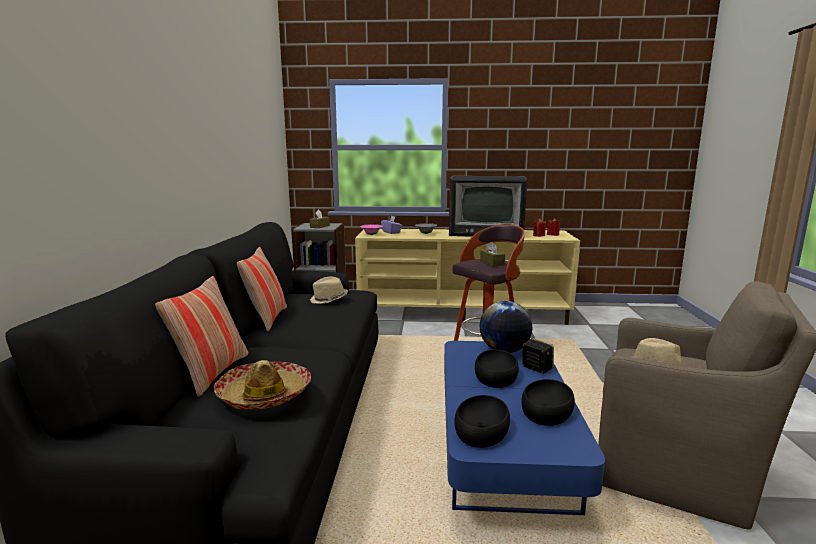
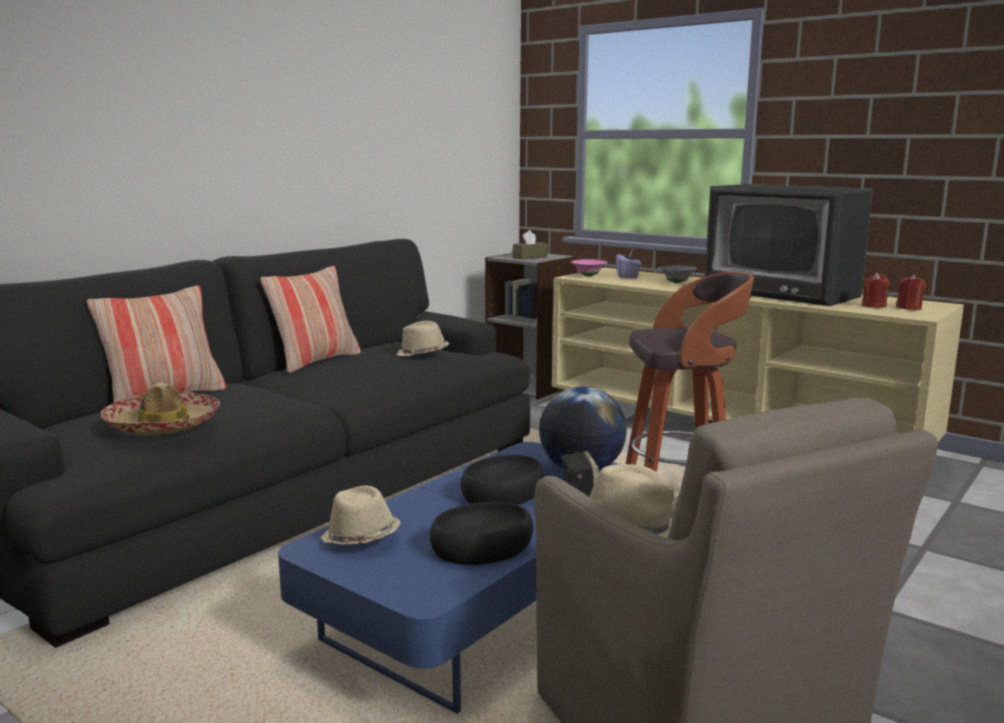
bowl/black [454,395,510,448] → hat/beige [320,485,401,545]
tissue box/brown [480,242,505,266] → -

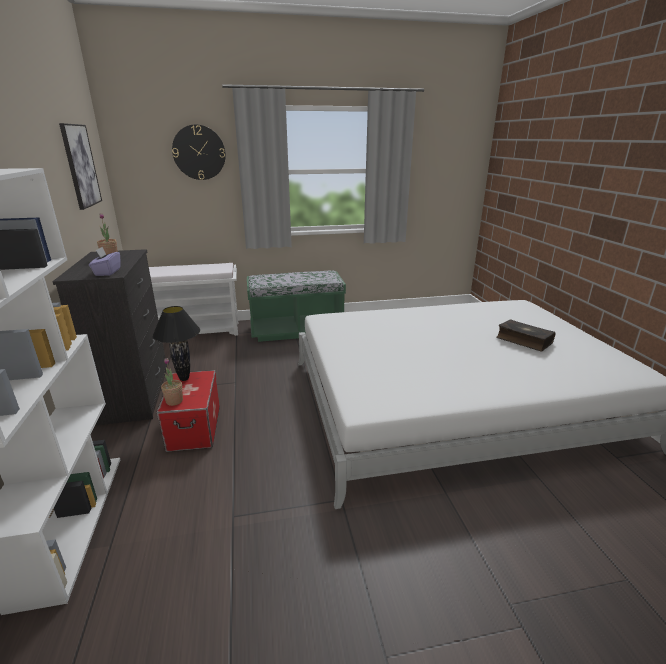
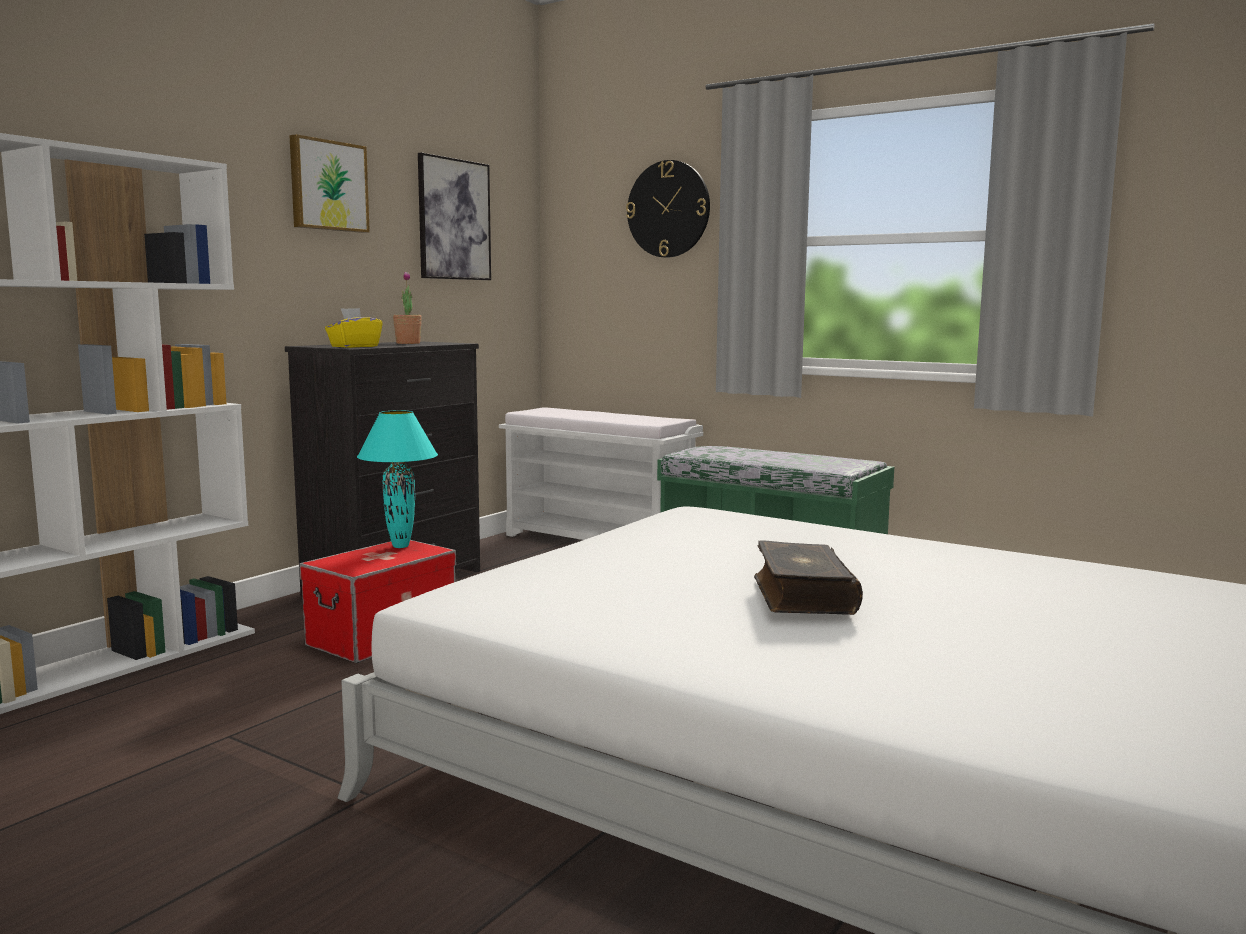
- → picture [289,134,370,233]
tissue box/purple [89,247,121,276] → tissue box/yellow [325,308,383,348]
table lamp/black [152,306,200,381] → table lamp/turquoise [357,410,438,548]
book [496,319,555,351] → book [754,540,863,615], relocated
potted plant [161,358,183,406] → -

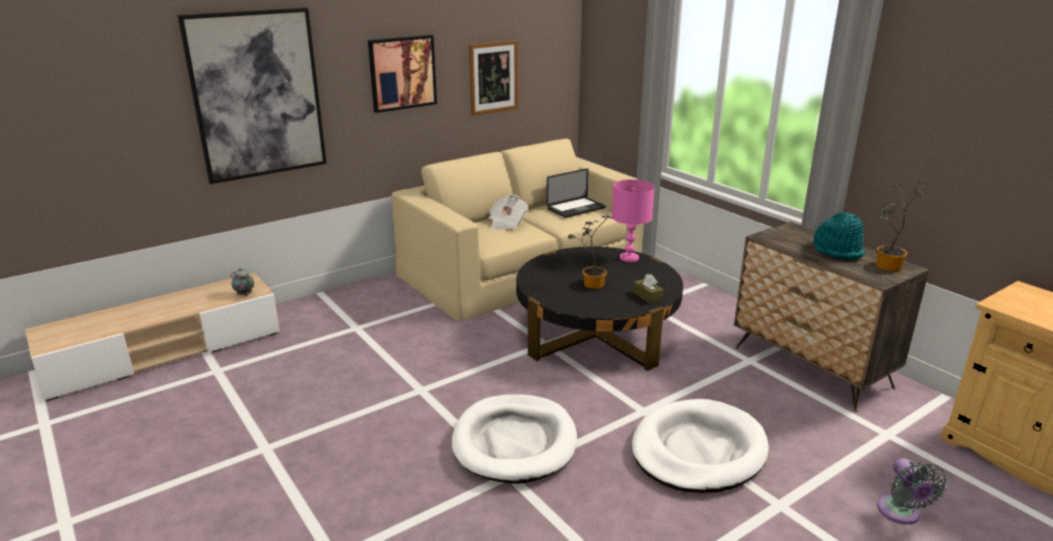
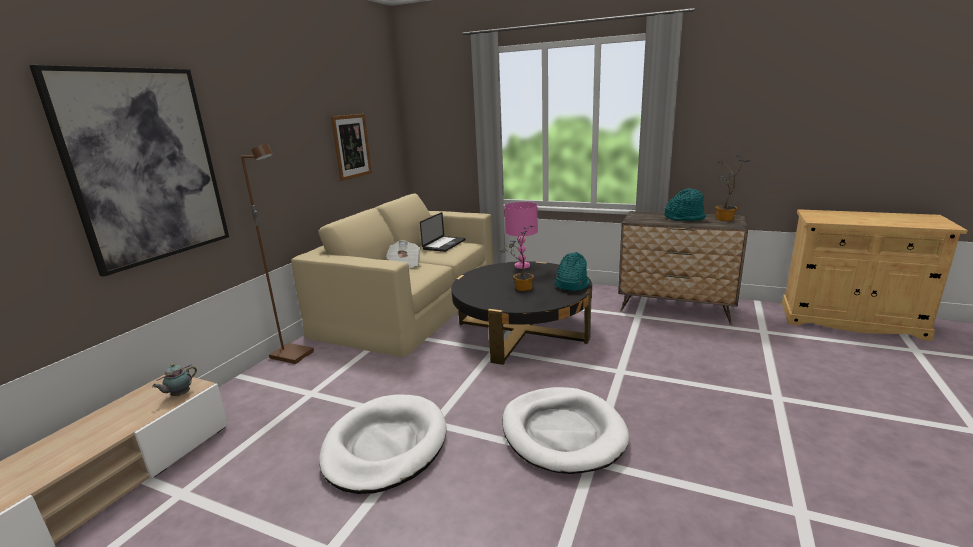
teapot [230,268,254,296] → teapot [152,364,197,396], 60 degrees counterclockwise
- → floor lamp/brown [241,144,314,364]
dog bed/white [632,399,769,493] → dog bed/white [319,395,446,494], relocated
tissue box/brown [633,274,664,304] → hat/turquoise [555,252,589,291]
picture [368,35,437,113] → -
fan/grey [877,458,947,524] → -

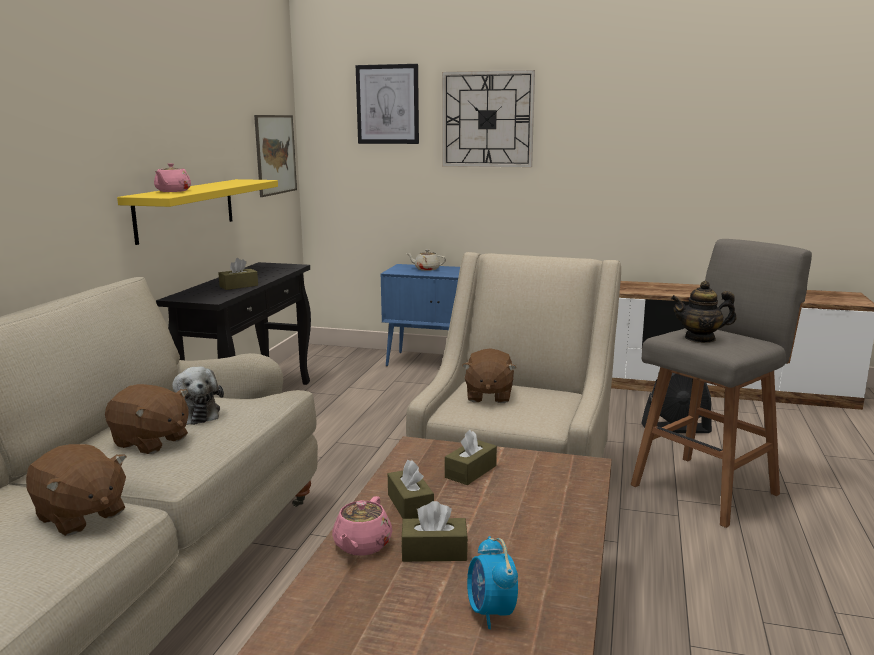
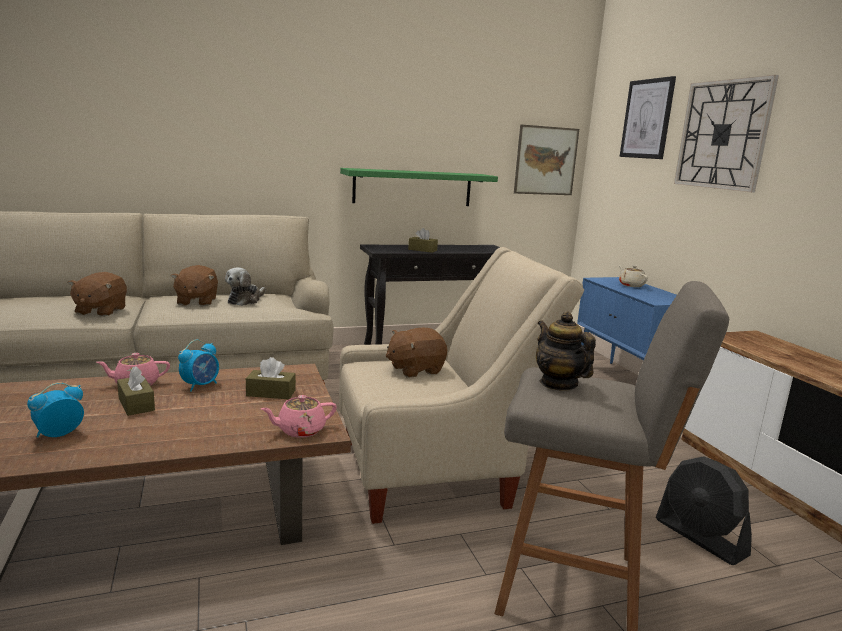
tissue box/brown [388,460,434,519] → alarm clock [178,340,219,392]
teapot/pink [154,163,191,192] → teapot/pink [261,395,337,438], relocated
shelf/yellow [117,179,278,245] → shelf/green [340,168,498,206]

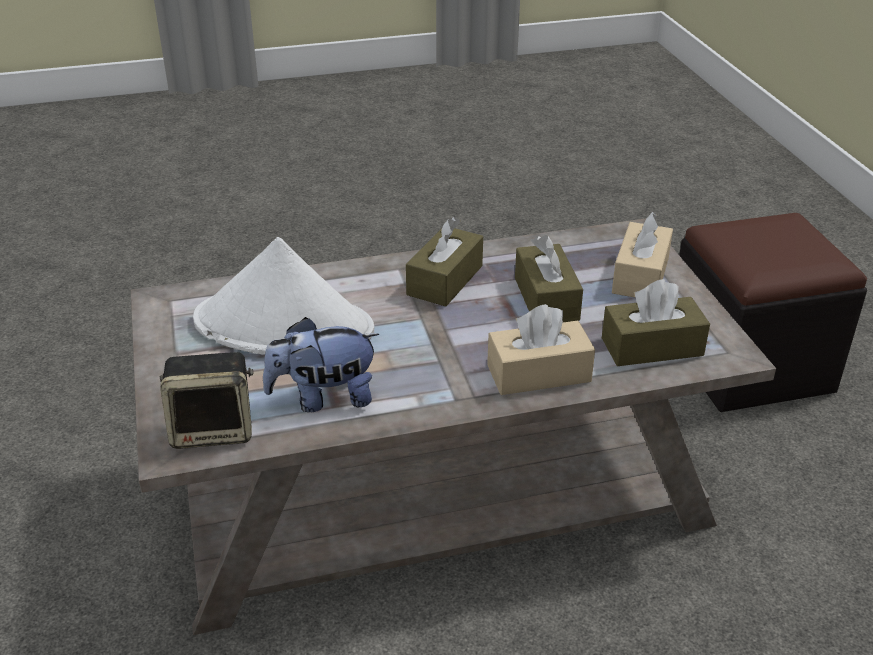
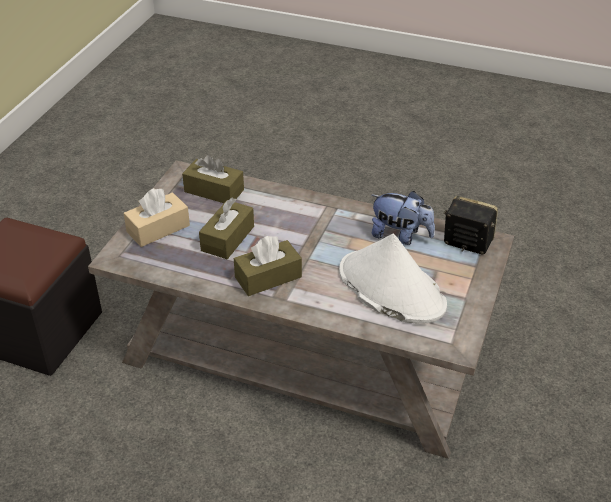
tissue box/beige [487,304,595,395] → -

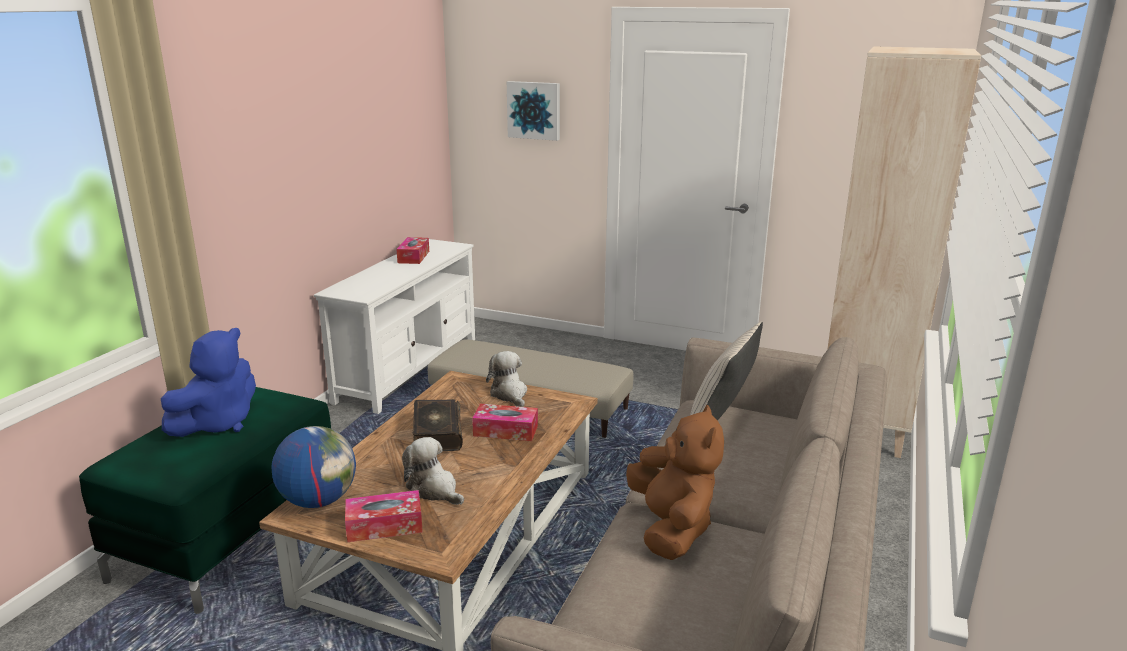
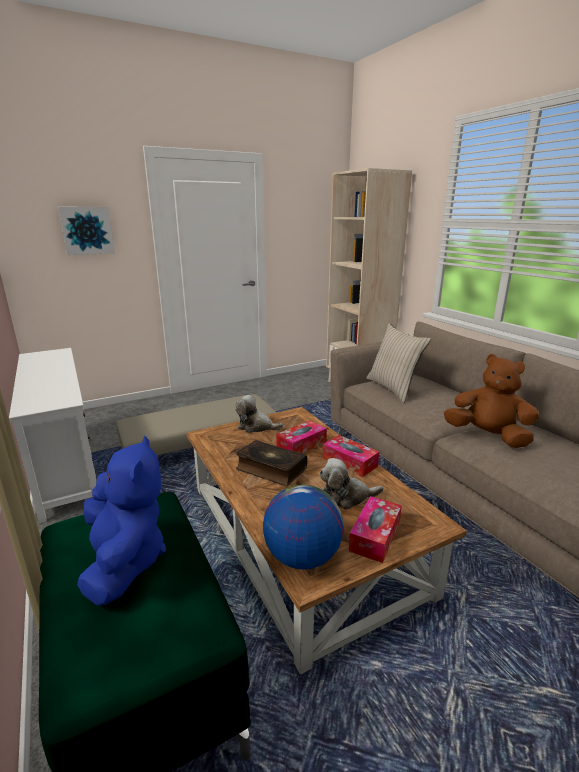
tissue box [396,237,429,264] → tissue box [323,435,379,477], relocated

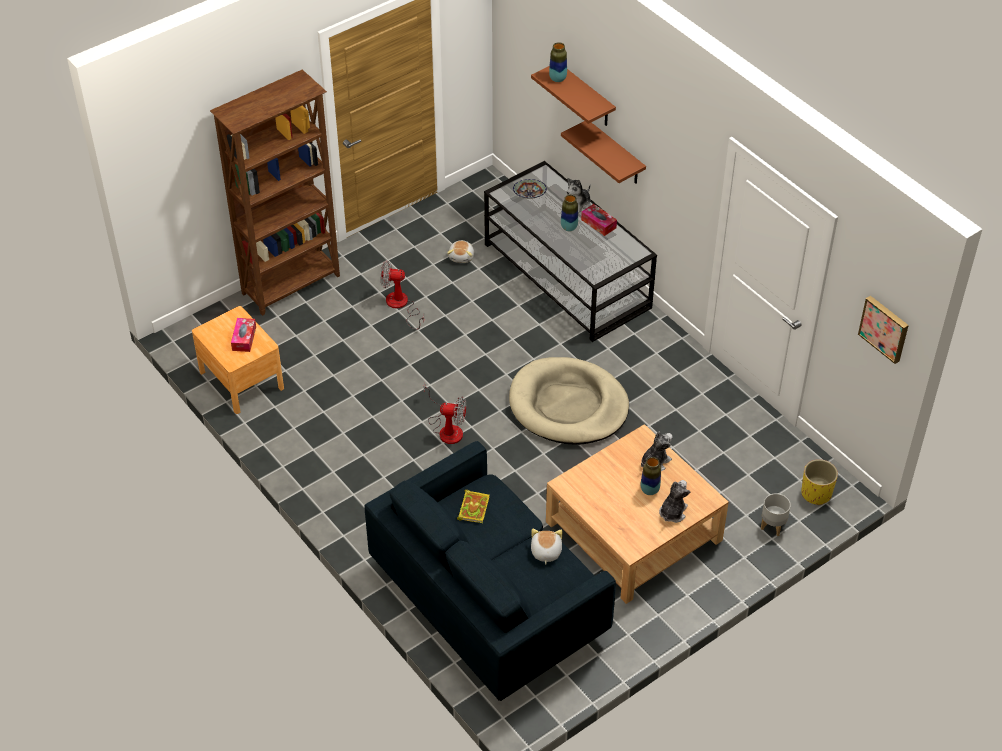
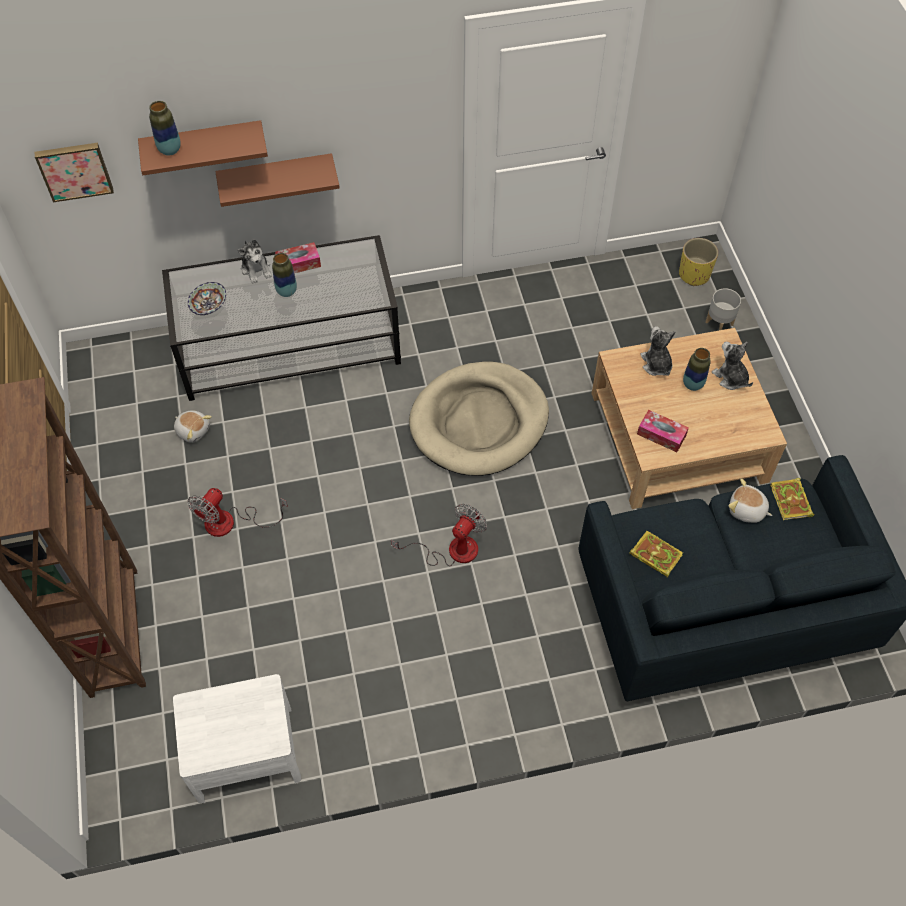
picture [858,296,909,364] → picture [35,143,114,203], relocated
nightstand/brown [192,306,284,414] → nightstand/white [173,674,301,803]
tissue box [231,318,256,352] → tissue box [637,410,689,452], relocated
- → book [770,478,815,520]

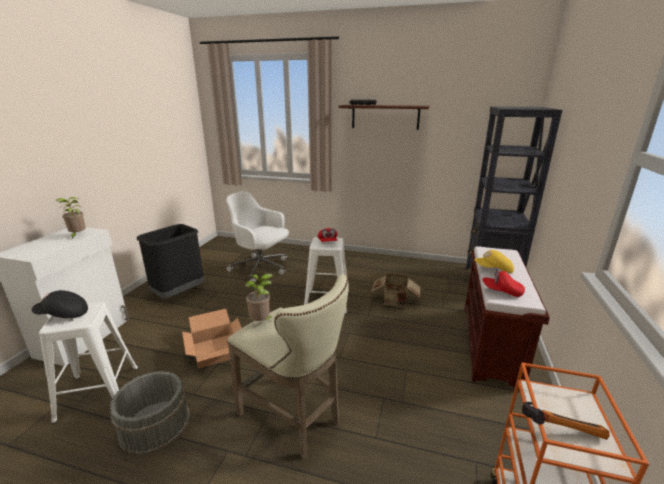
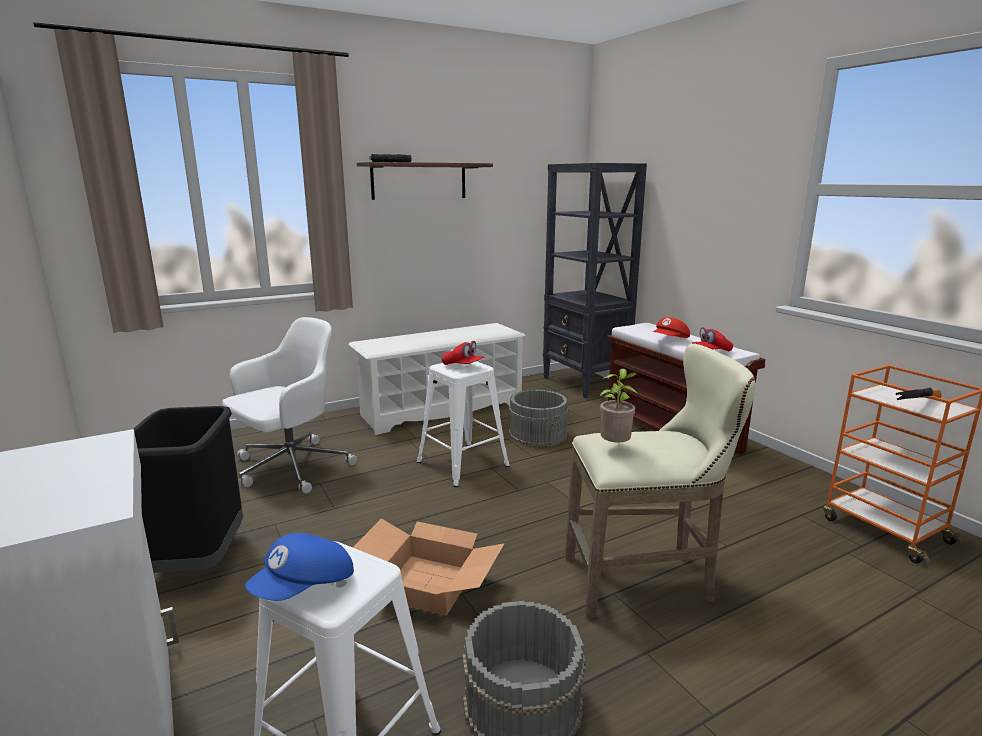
office chair/white [226,191,289,283] → office chair/white [222,317,357,494], 150 degrees clockwise
cap/black [32,290,88,318] → cap/blue [245,533,354,601]
- → shoe rack/white [348,323,526,435]
cardboard box [371,272,421,308] → bucket/grey [508,389,569,447]
cap/yellow [475,250,514,273] → cap/red [653,317,690,338]
potted plant [56,197,86,239] → -

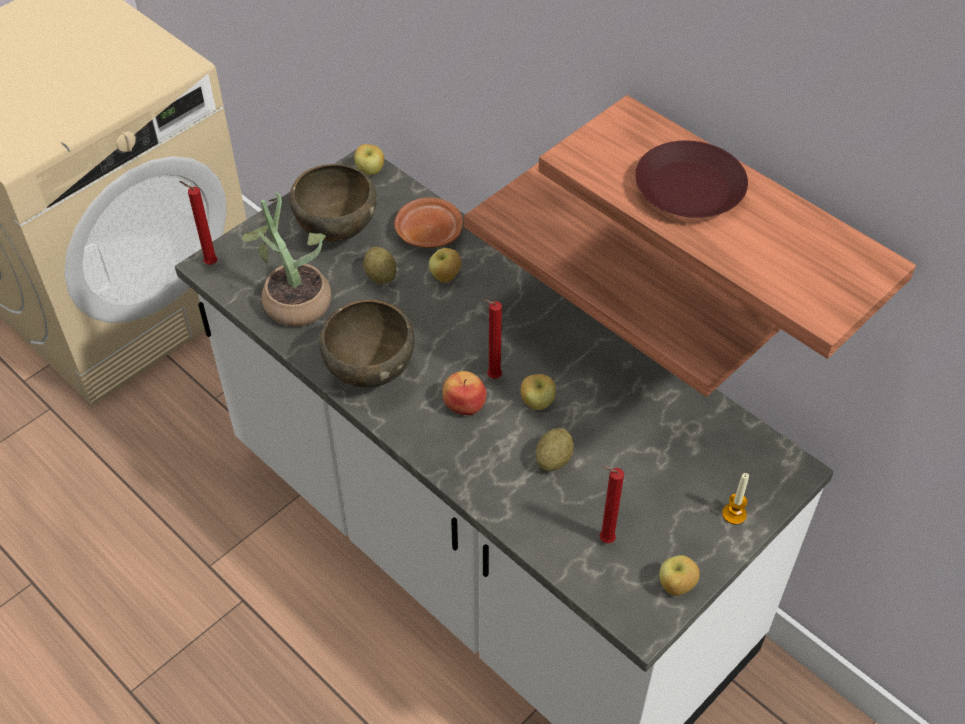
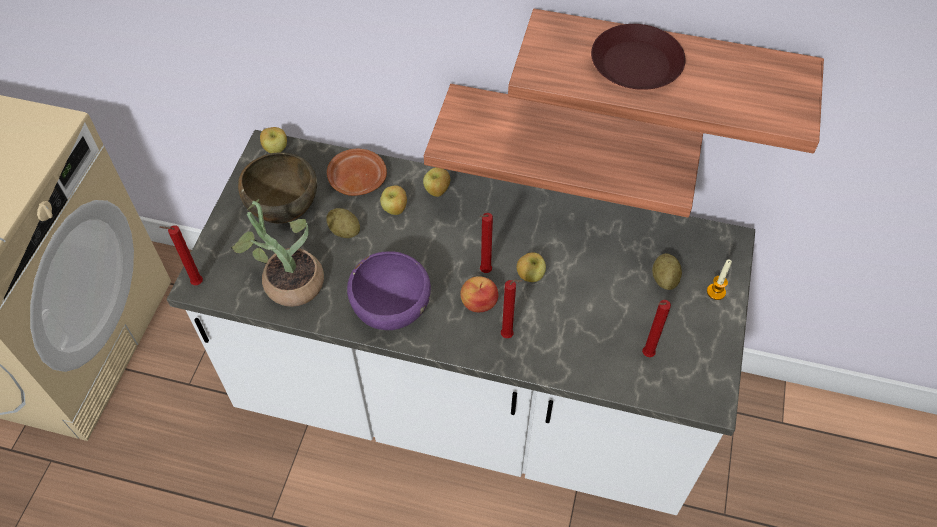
bowl/brown [319,300,415,388] → bowl/purple [347,251,431,330]
apple [660,555,700,596] → apple [423,168,450,197], relocated
- → candle/red [501,279,523,338]
potato [536,428,574,471] → potato [652,253,682,290], relocated

